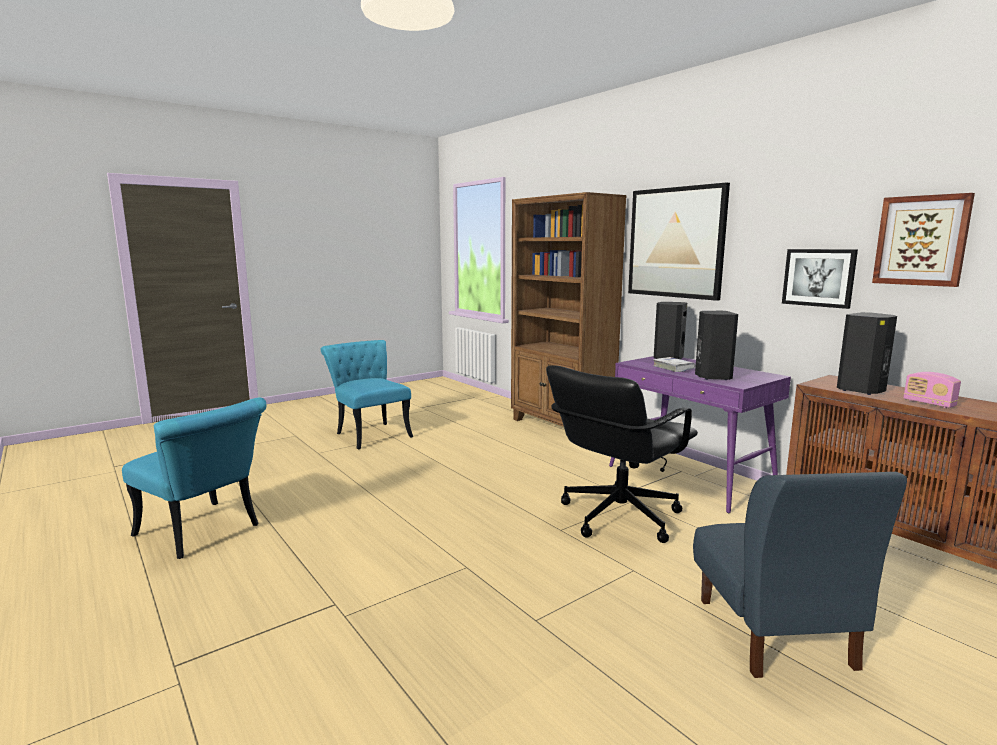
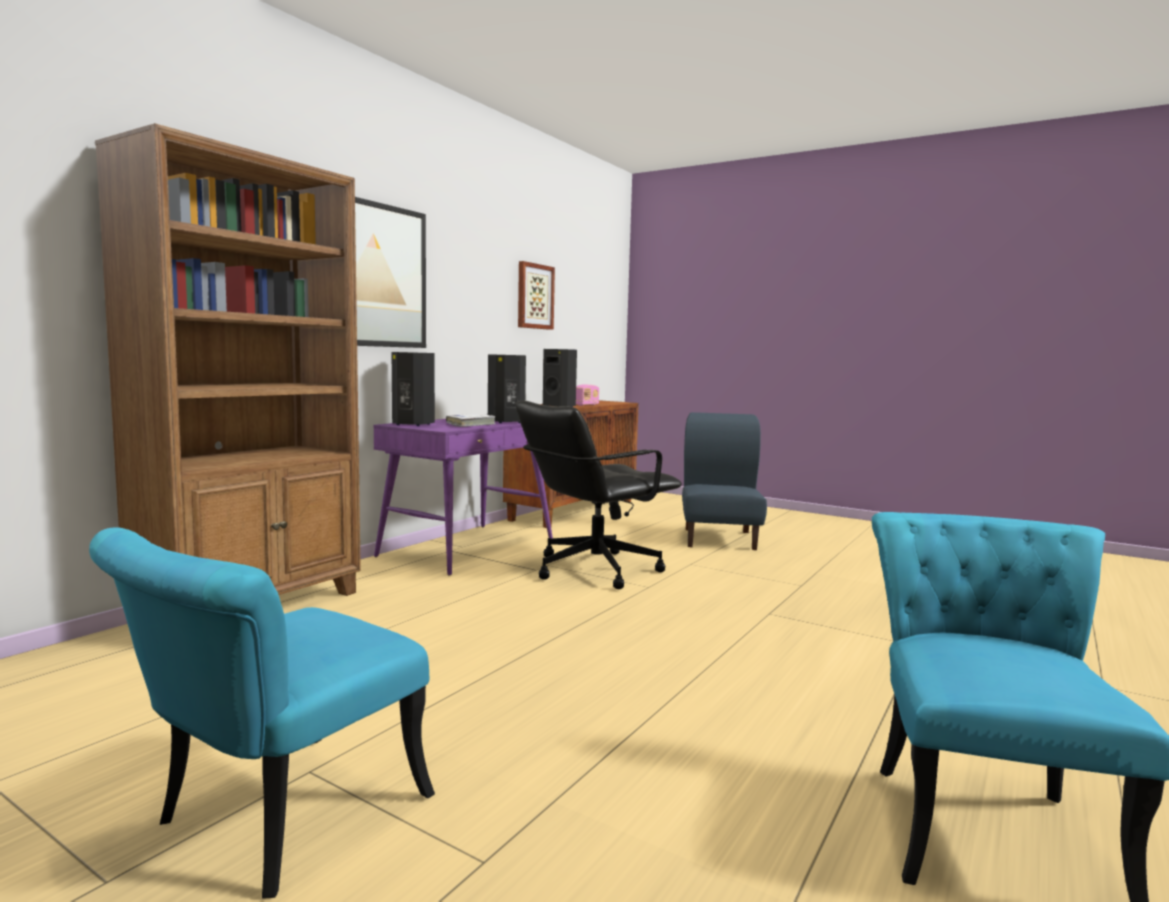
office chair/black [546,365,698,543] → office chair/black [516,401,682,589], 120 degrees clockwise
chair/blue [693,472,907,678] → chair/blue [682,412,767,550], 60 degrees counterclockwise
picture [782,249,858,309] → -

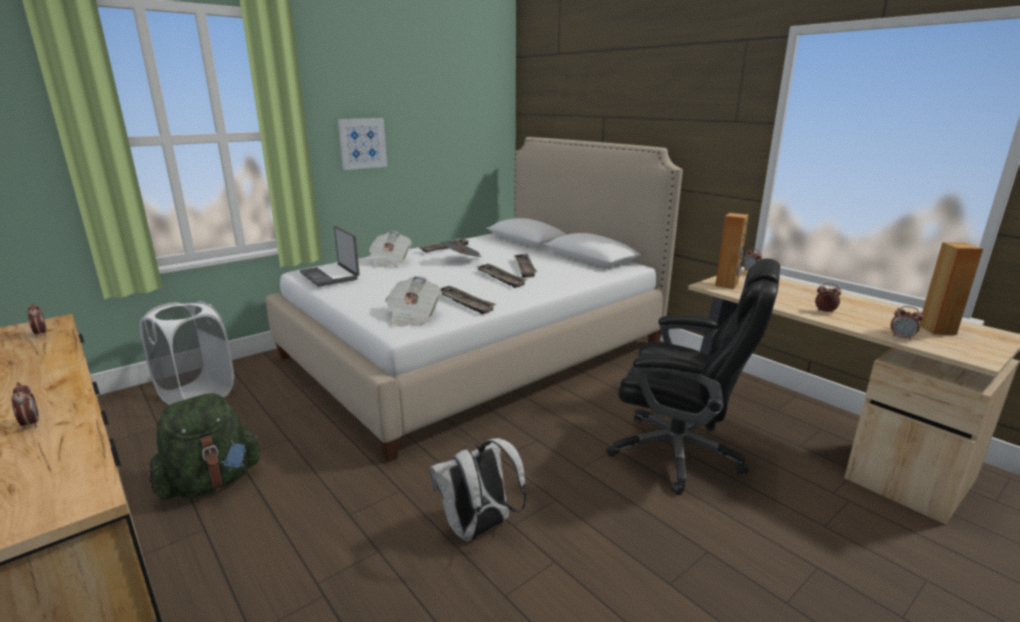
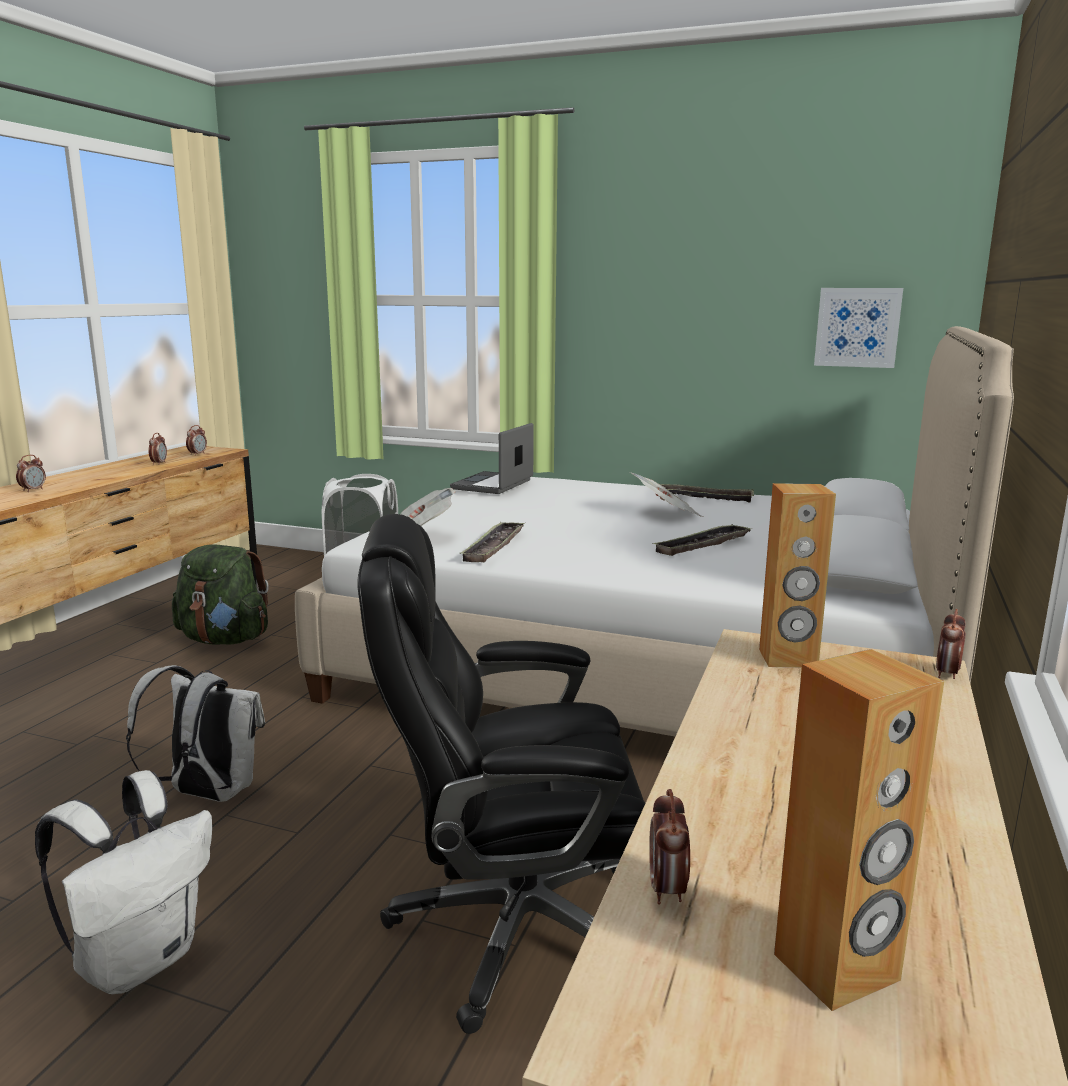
- → backpack/white [35,770,212,994]
alarm clock [815,283,841,313] → alarm clock [149,433,167,465], relocated
office chair/black [607,258,780,495] → office chair/black [357,514,646,1034], 90 degrees clockwise
picture [337,118,387,170] → picture [814,288,903,368], relocated
newspaper [369,231,412,267] → -
tray [475,264,528,288] → -

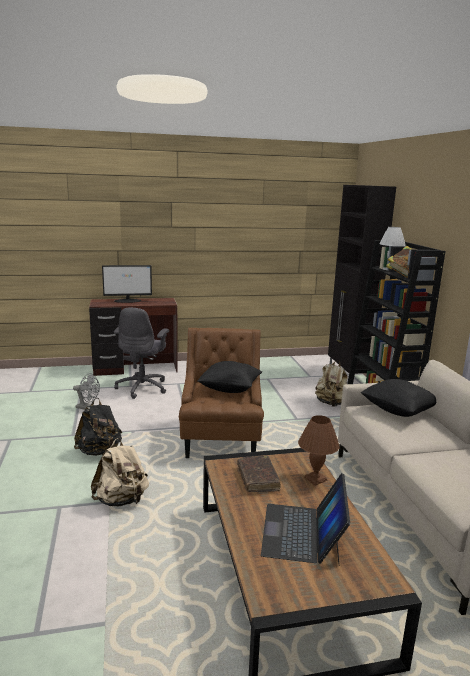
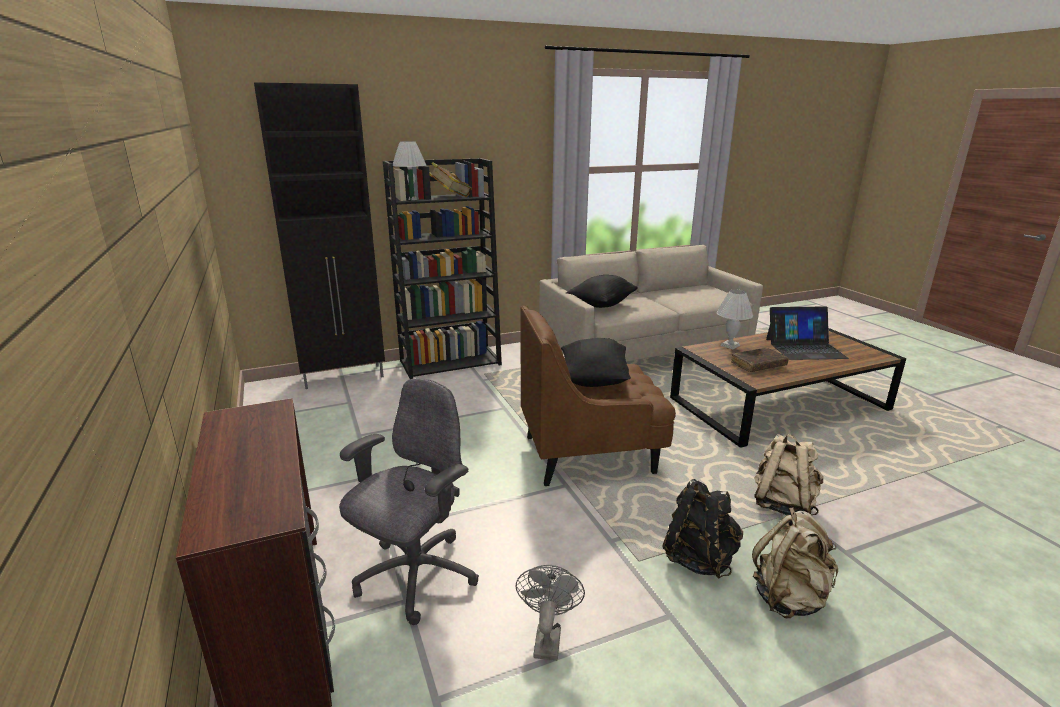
office chair/grey [114,308,169,399] → office chair/grey [339,378,479,625], 60 degrees counterclockwise
table lamp/brown [298,415,340,486] → table lamp/white [717,290,753,350]
backpack/beige [315,360,348,407] → backpack/beige [752,507,838,619], relocated
monitor [102,265,152,303] → -

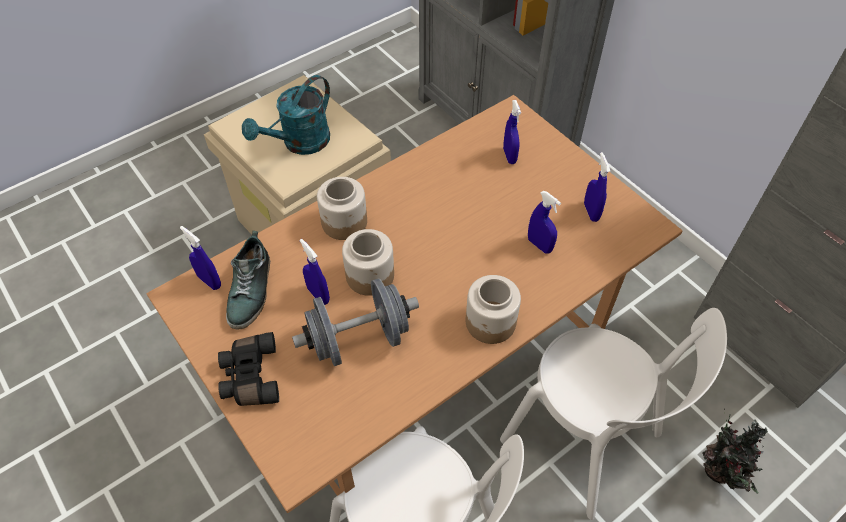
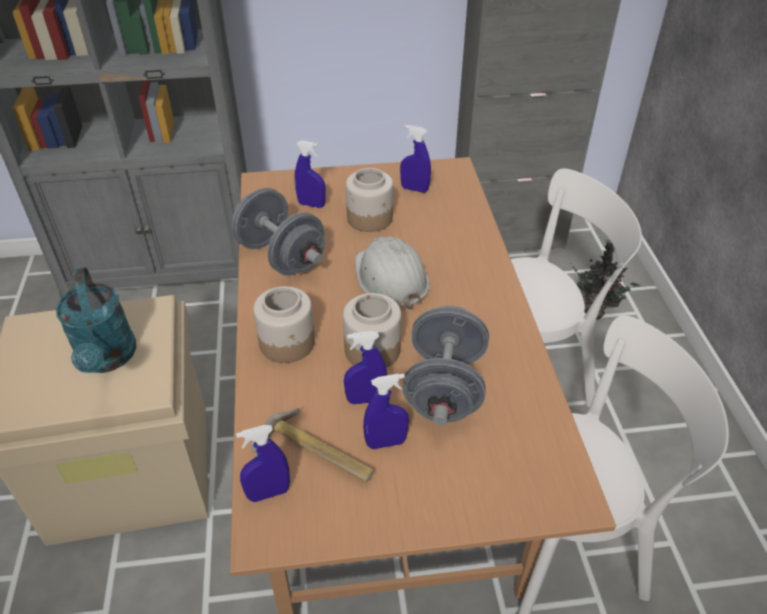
- → dumbbell/grey [232,188,325,276]
shoe [226,230,270,330] → hammer [250,407,374,482]
jar [466,275,521,344] → jar [346,168,393,232], relocated
- → hard hat/white [355,236,430,309]
spray bottle/blue [528,191,561,253] → spray bottle/blue [363,374,409,449], relocated
binoculars/black [218,332,279,406] → -

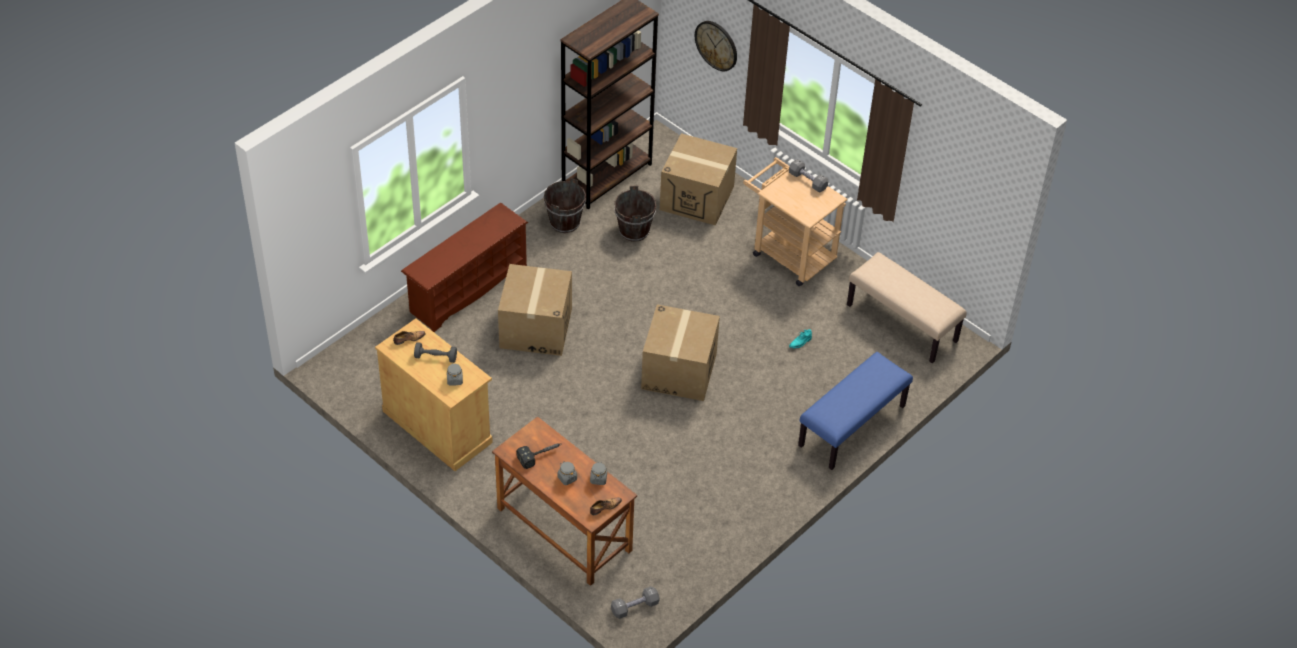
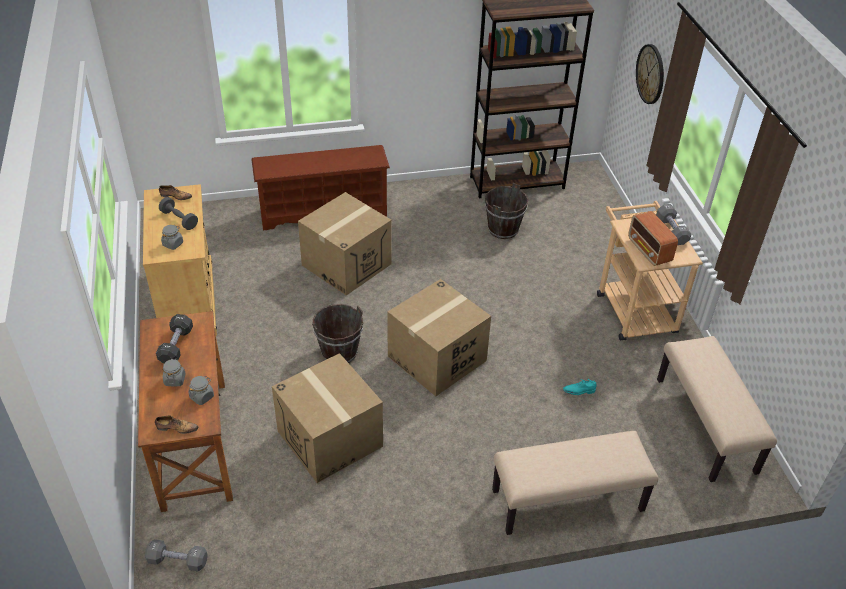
hammer [516,443,562,469] → dumbbell/black [156,314,193,364]
cardboard box [660,133,737,225] → cardboard box [272,353,383,483], relocated
bucket/brown [544,178,586,233] → bucket/brown [312,304,363,363], relocated
bench/blue [798,352,913,470] → bench/beige [492,431,658,535]
- → radio [628,211,678,266]

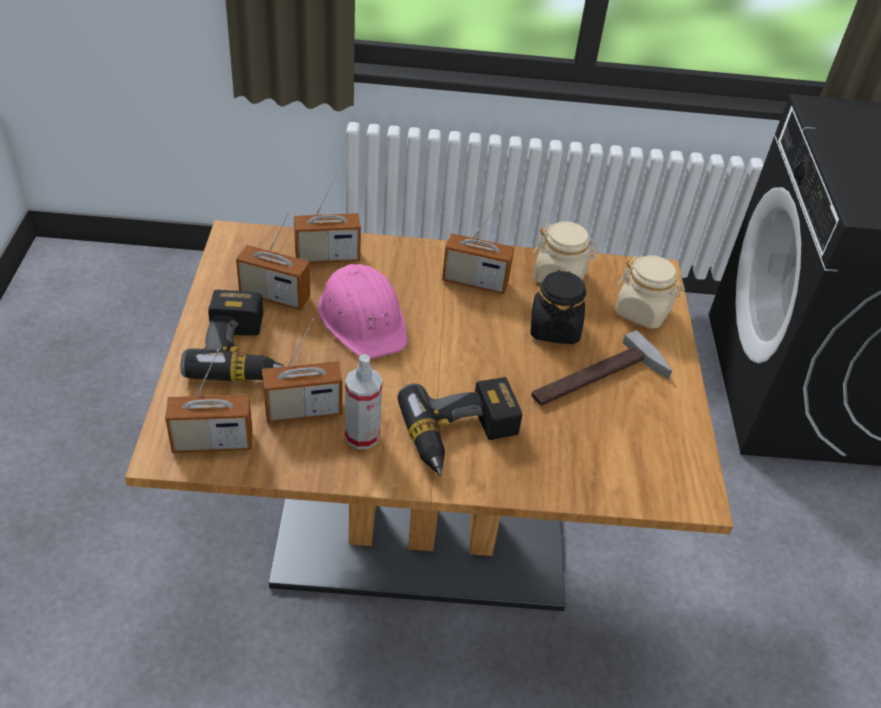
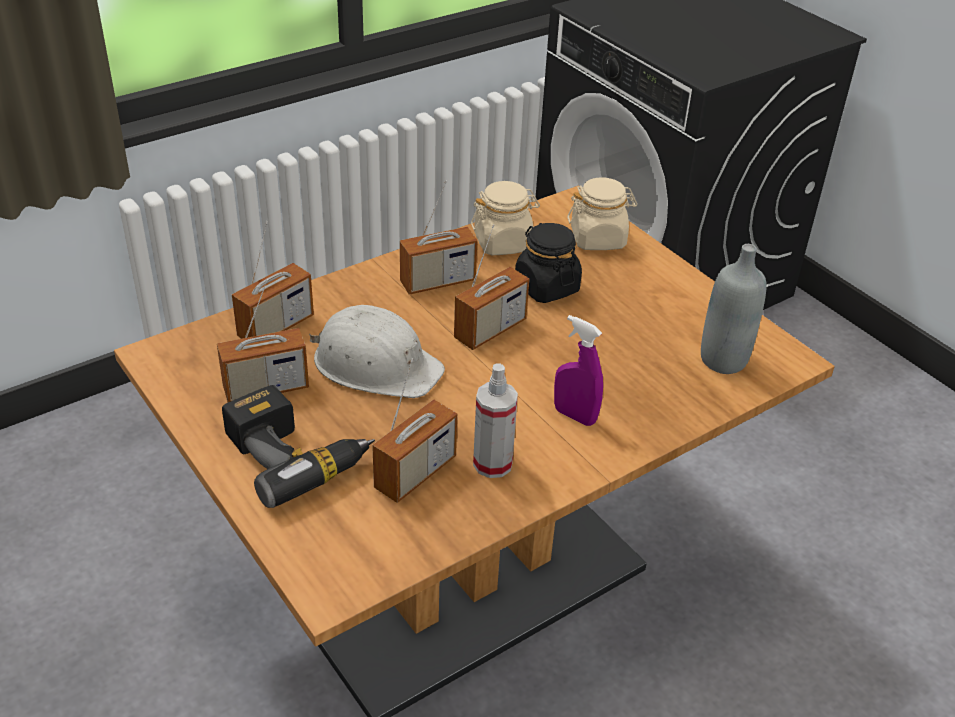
hard hat/pink [318,264,408,359] → hard hat/white [309,305,445,398]
radio [165,349,252,453] → radio [454,225,529,350], relocated
power drill [397,377,522,476] → spray bottle/purple [554,315,603,426]
- → bottle/grey [701,244,767,374]
hammer [531,330,672,406] → -

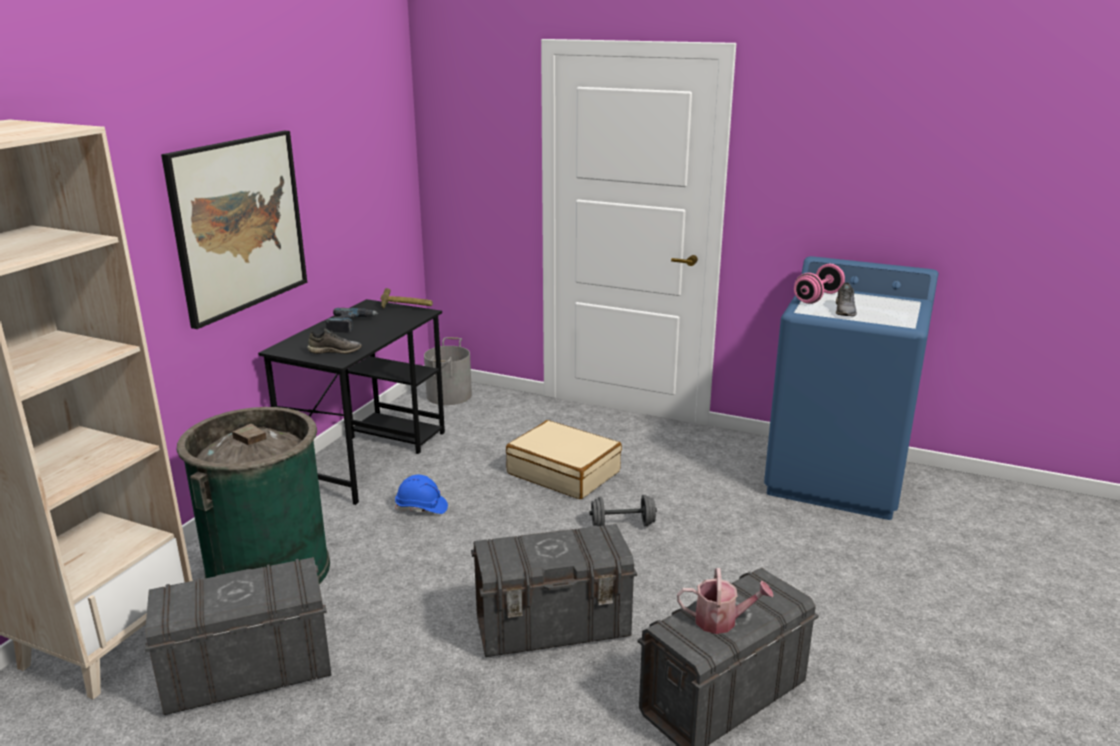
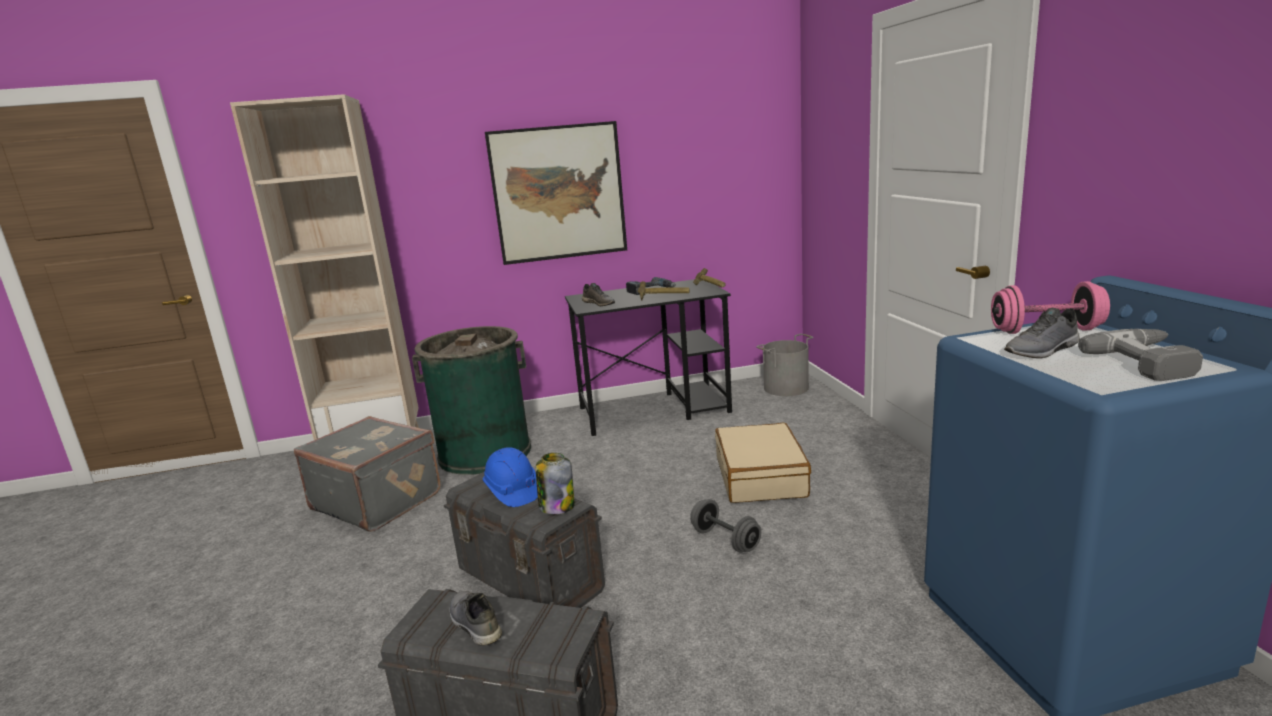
storage box/grey [145,557,331,715] → suitcase/grey [294,416,440,532]
watering can [677,568,773,634] → shoe/grey [449,591,502,646]
hard hat/blue [395,475,448,514] → hard hat/blue [483,448,538,507], relocated
- → jar [536,453,575,514]
- → hammer [638,281,690,301]
- → power drill [1078,329,1203,381]

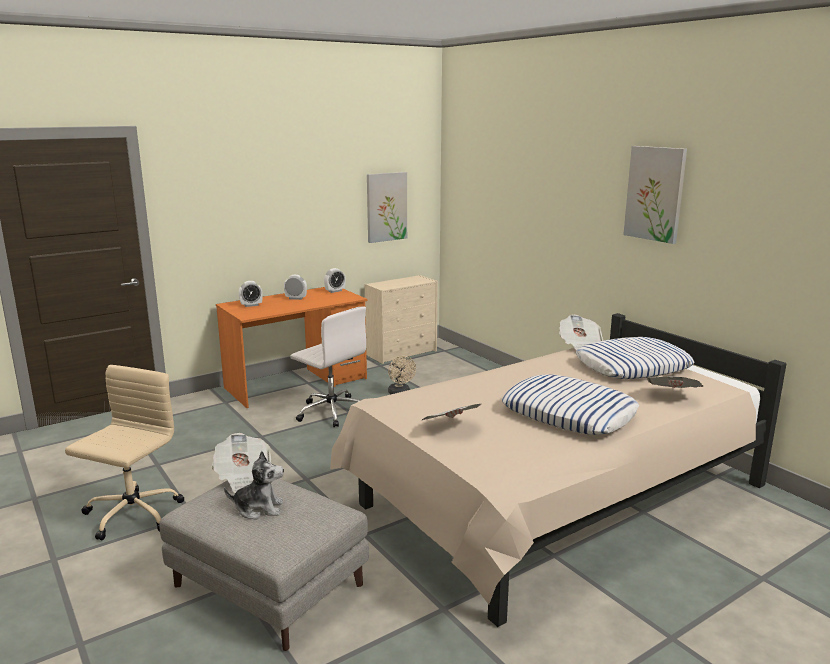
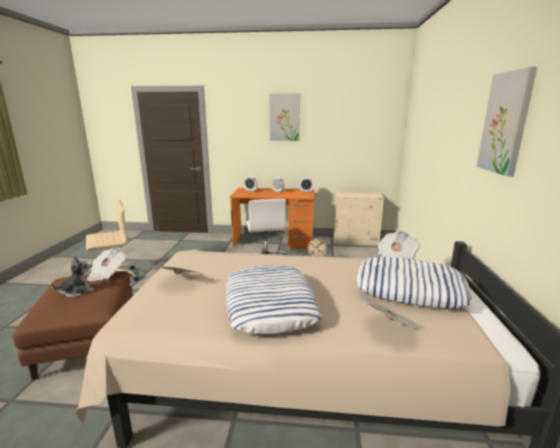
ottoman/grey [159,479,369,651] → ottoman/brown [13,271,133,380]
plush toy [224,451,284,520] → plush toy [51,255,94,298], 75 degrees counterclockwise
picture [367,172,407,243] → picture [269,94,300,141], relocated

